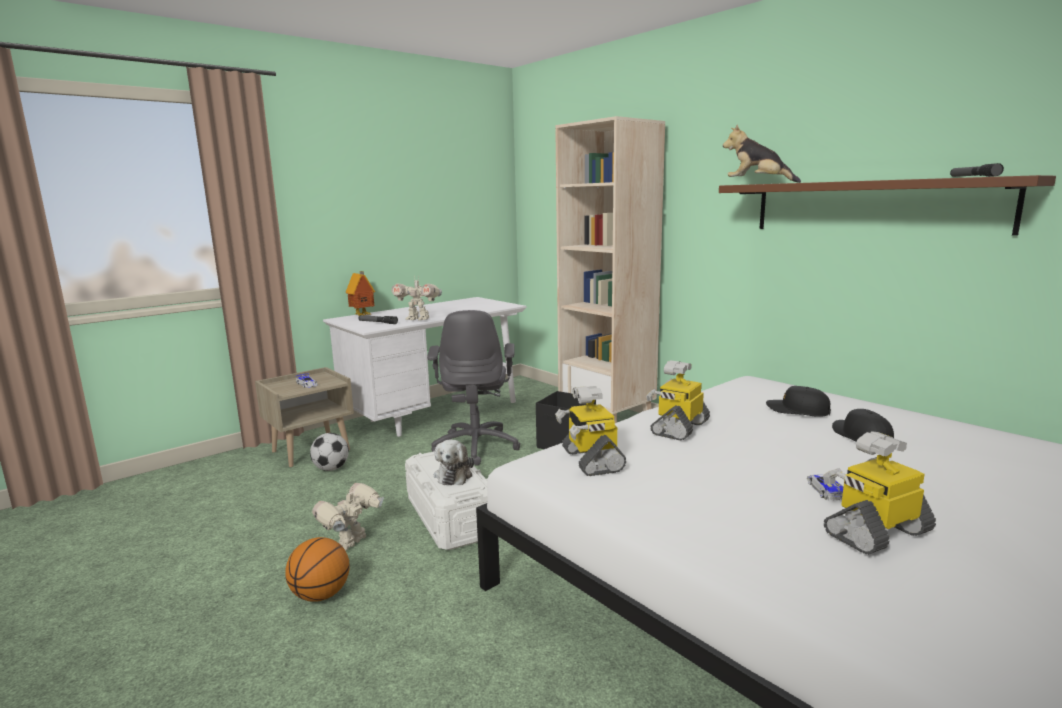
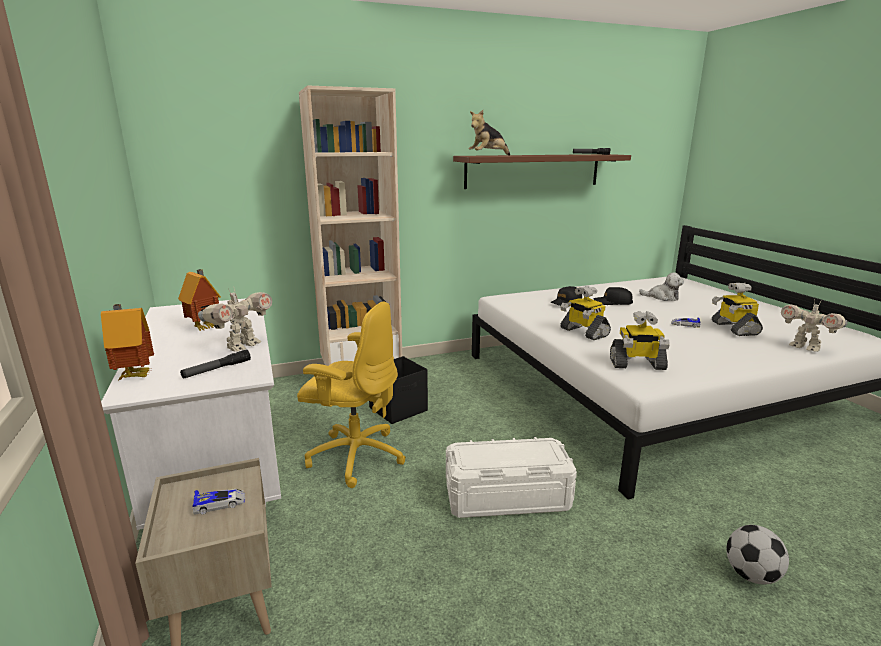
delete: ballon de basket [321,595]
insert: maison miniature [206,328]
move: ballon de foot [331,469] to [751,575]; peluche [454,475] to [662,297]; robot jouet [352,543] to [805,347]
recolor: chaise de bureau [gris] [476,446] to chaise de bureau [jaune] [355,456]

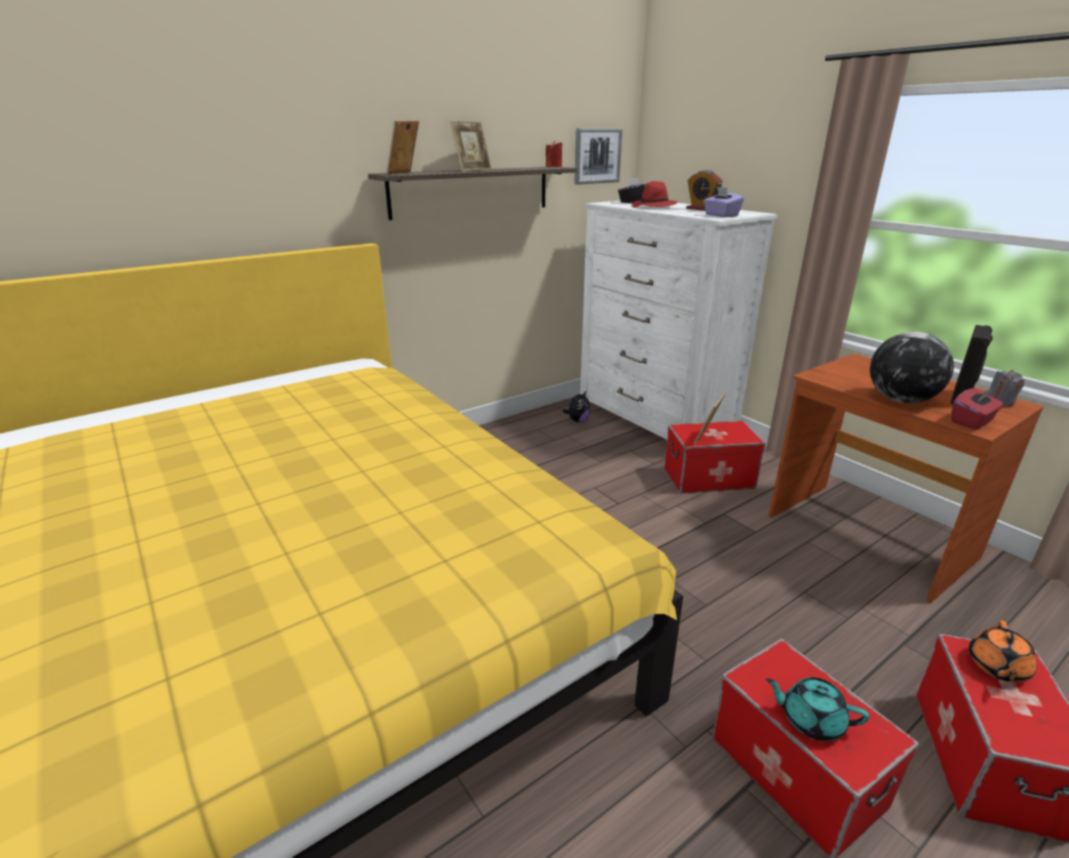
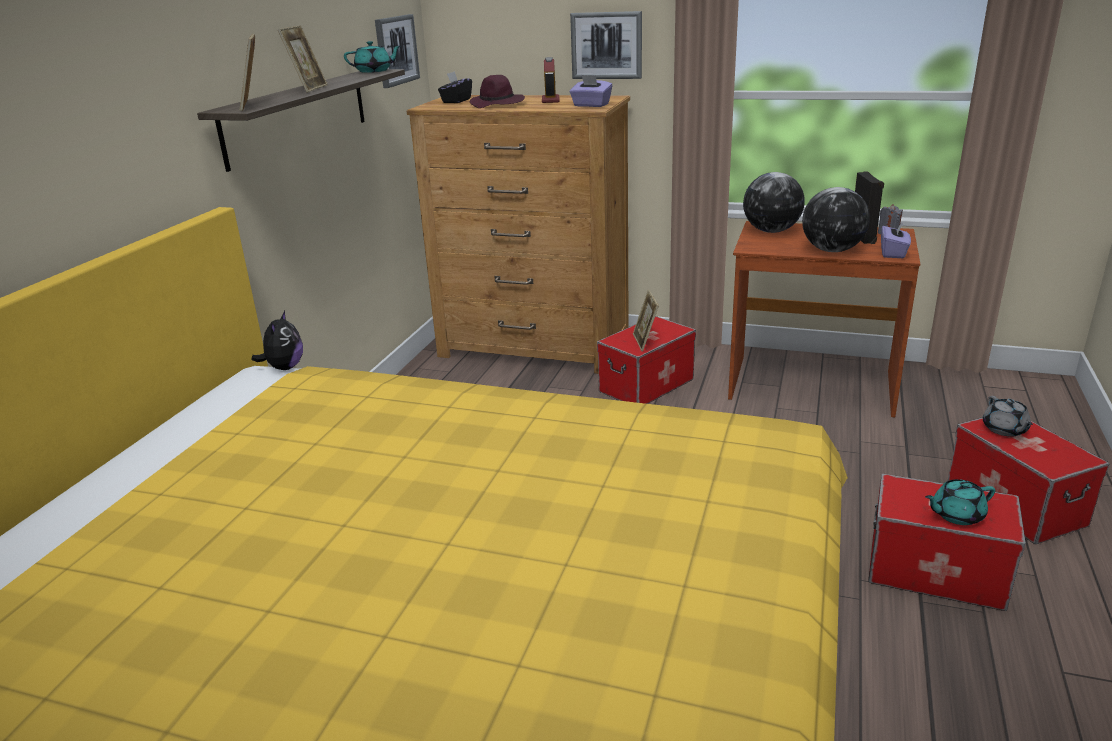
insert: tableau [606,45]; globe [771,231]
move: peluche [577,420] to [284,367]
replace: bougie [rouge] [553,167] to théière [turquoise] [374,71]
recolor: chapeau [rouge] [654,207] to chapeau [violet] [498,104]; commode [blanc] [654,420] to commode [marron] [534,347]; boîte à mouchoirs [rouge] [972,421] to boîte à mouchoirs [violet] [893,253]; théière [orange] [997,667] to théière [gris] [1005,430]
rotate: réveil [701,209] = [550,100] 75 degrees clockwise

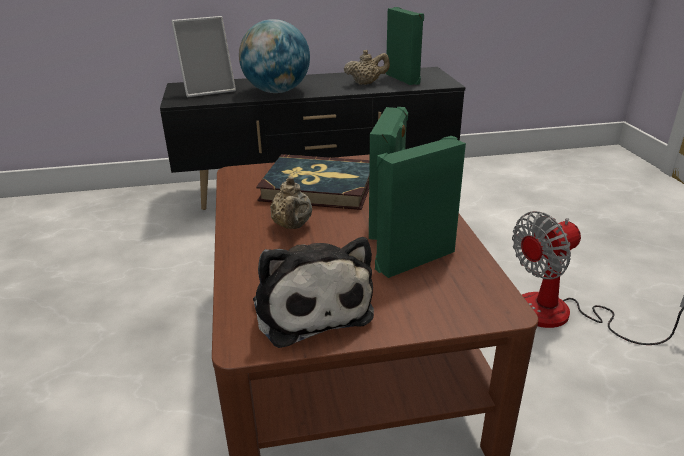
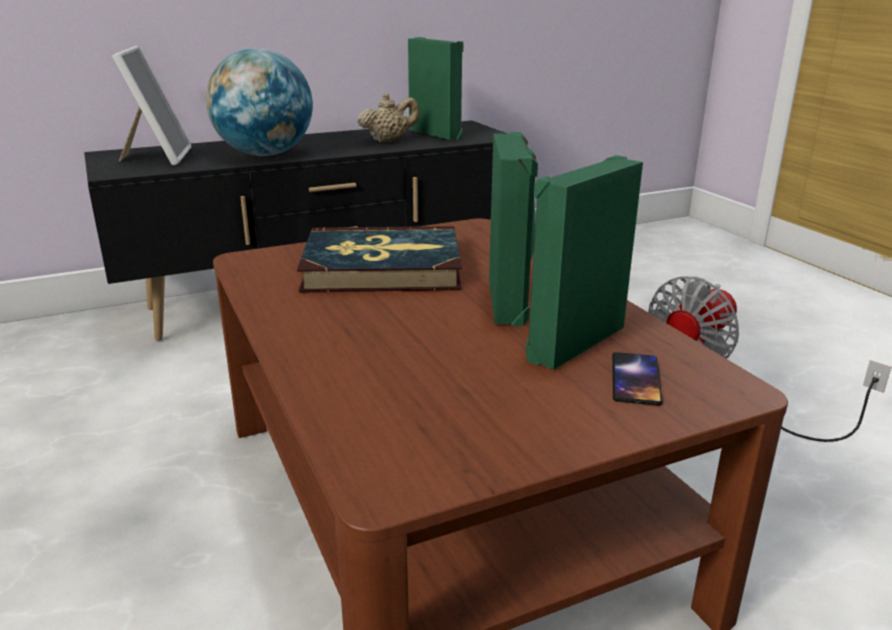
delete: théière [beige] [292,226]; peluche [310,306]
insert: téléphone [636,379]
rotate: cadre photo [208,90] = [157,157] 60 degrees counterclockwise

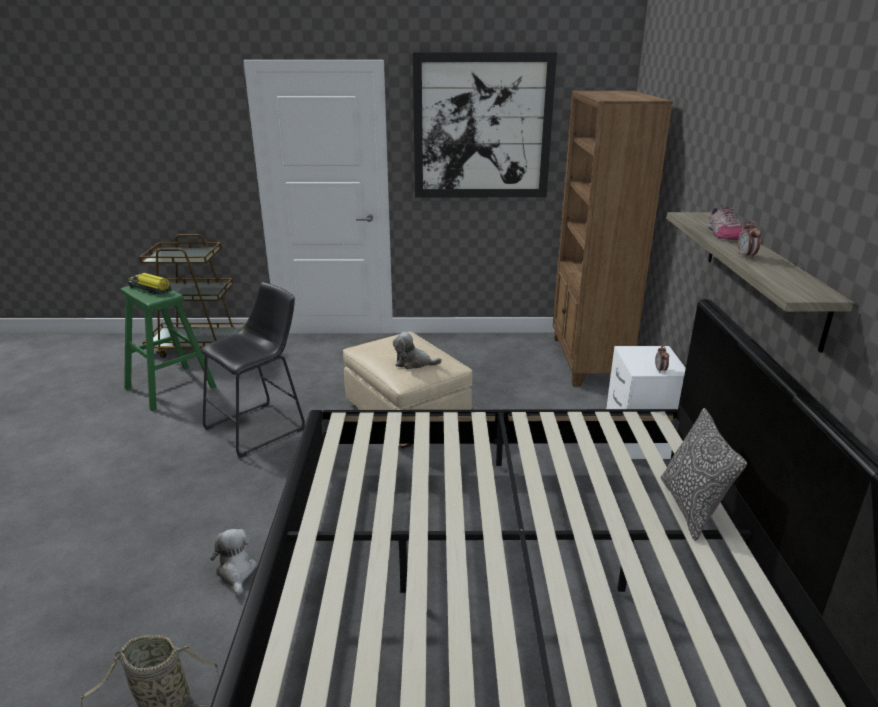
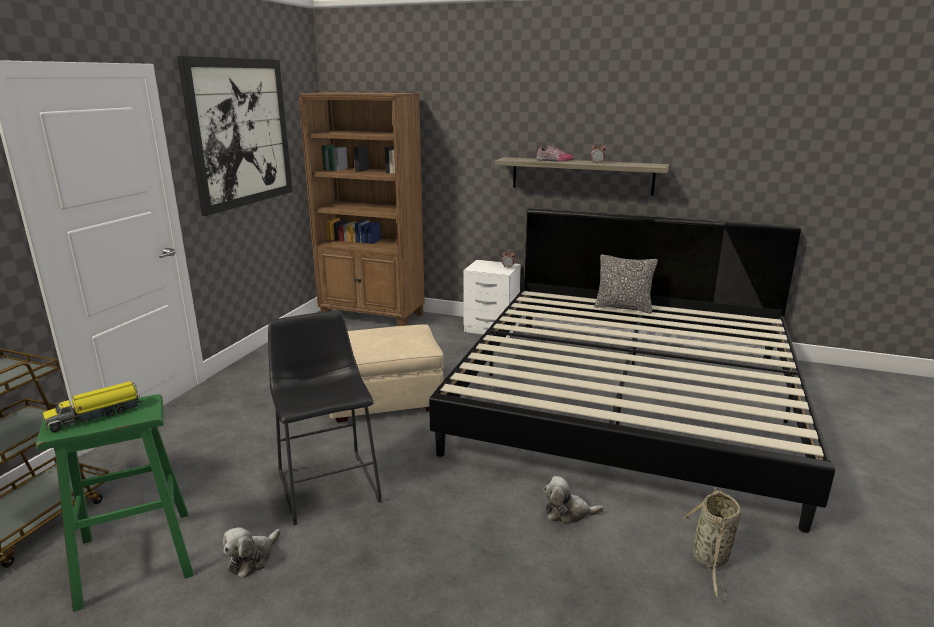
move: peluche [413,363] to [252,558]

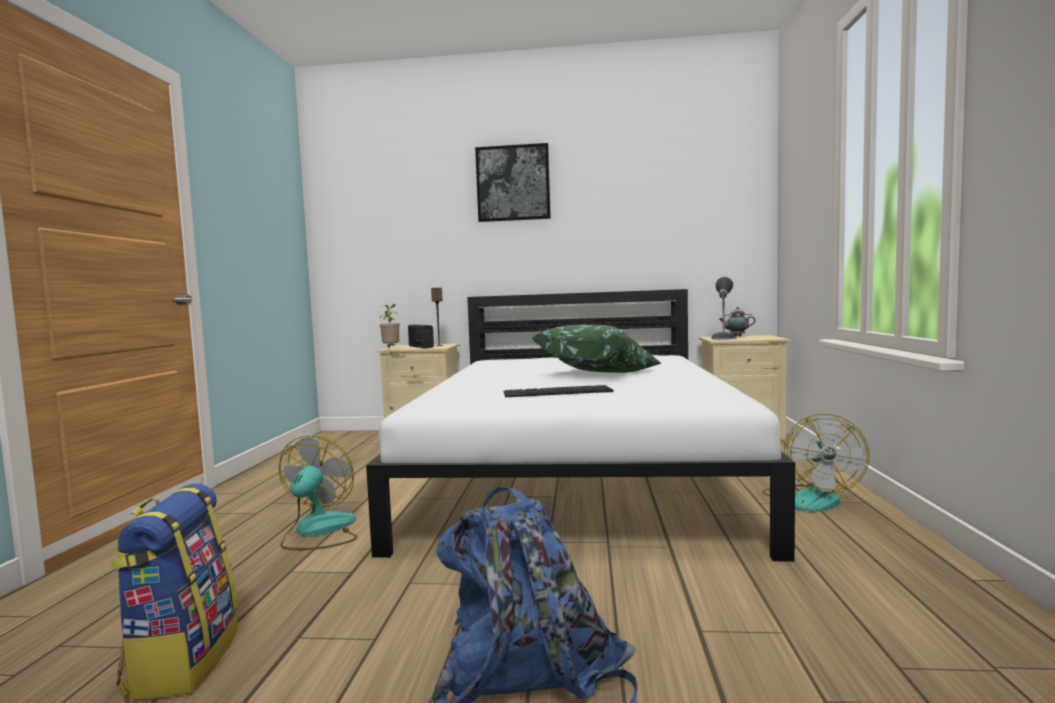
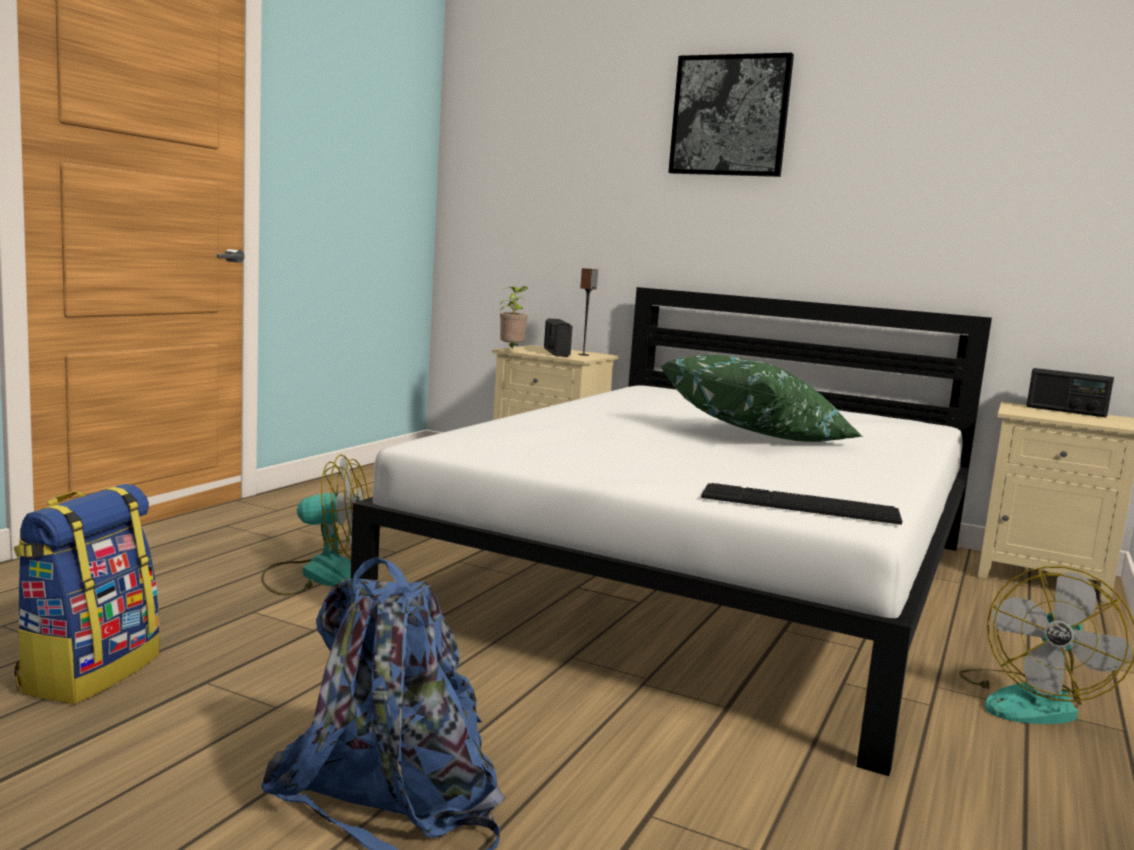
delete: lampe de table [723,338]
move: clavier [557,392] to [799,504]
replace: théière [736,336] to radio [1066,411]
rotate: ventilateur [318,532] = [317,575] 60 degrees clockwise

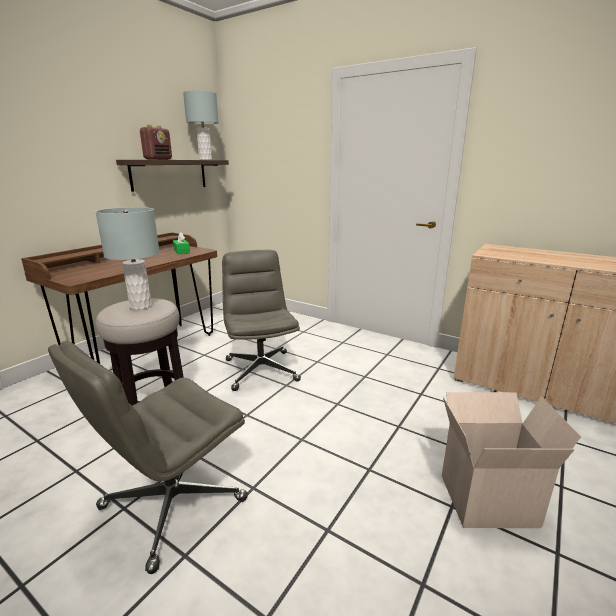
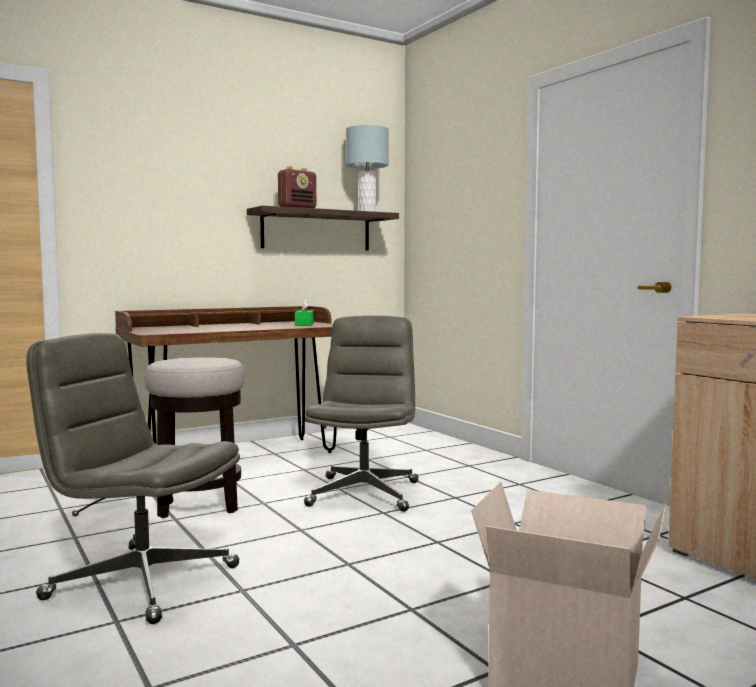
delete: lampe de table [gris] [140,306]
rotate: chaise de bureau [gris] [172,505] = [141,582] 45 degrees clockwise

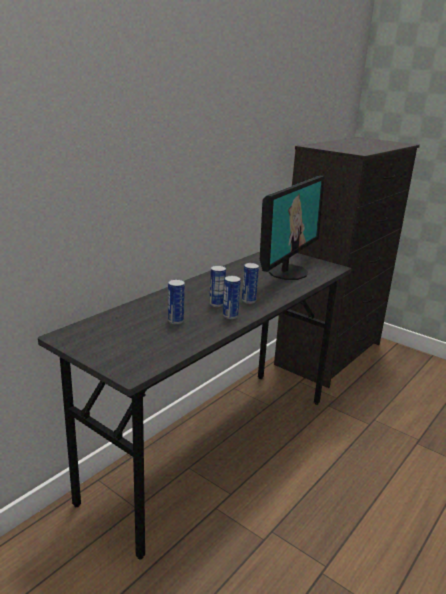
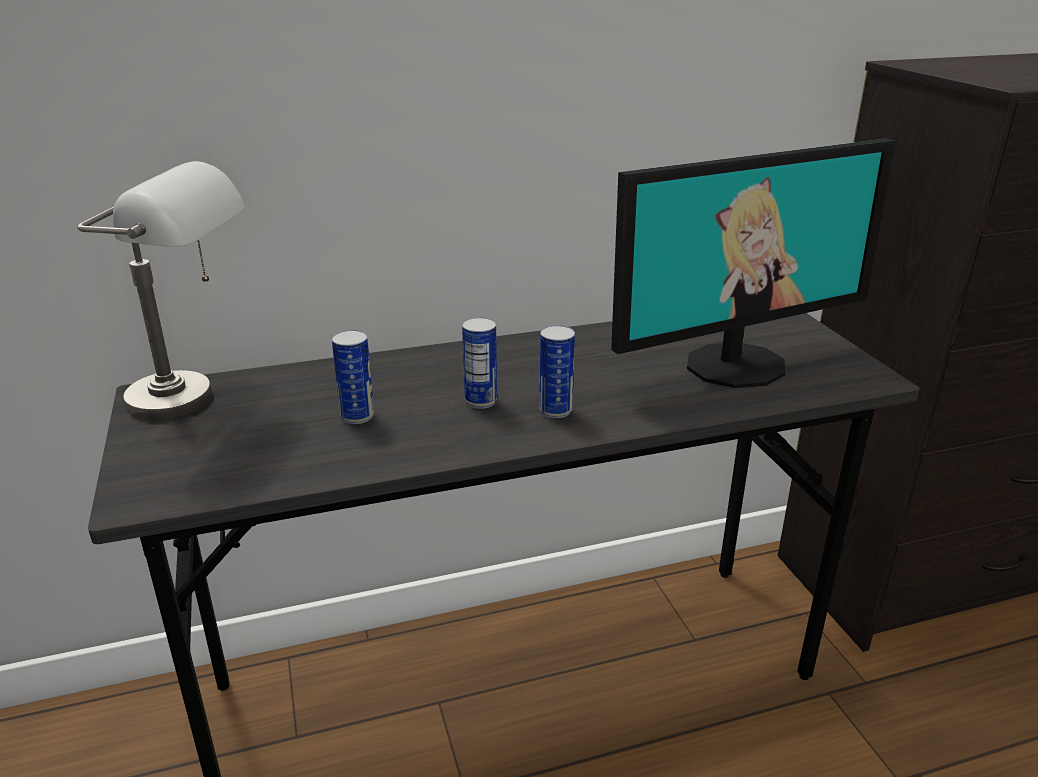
delete: boîte métallique [230,316]
insert: lampe de table [gris] [198,400]

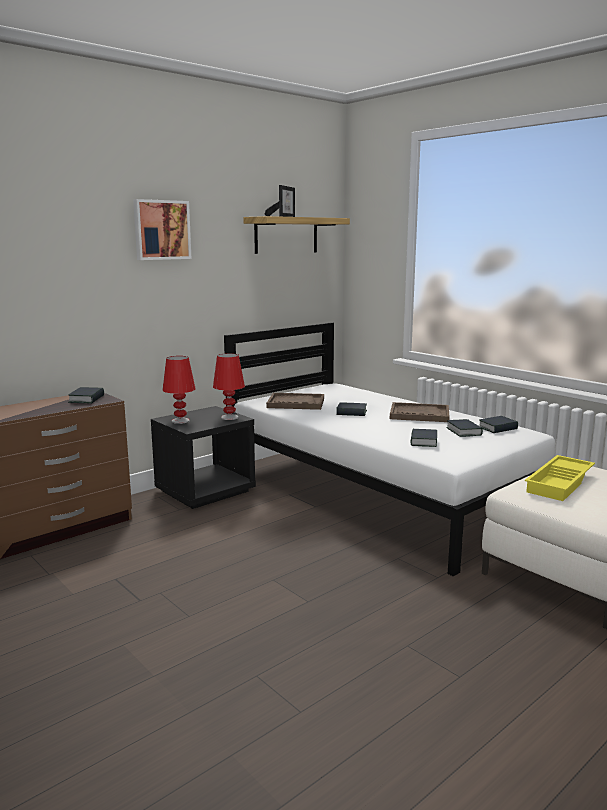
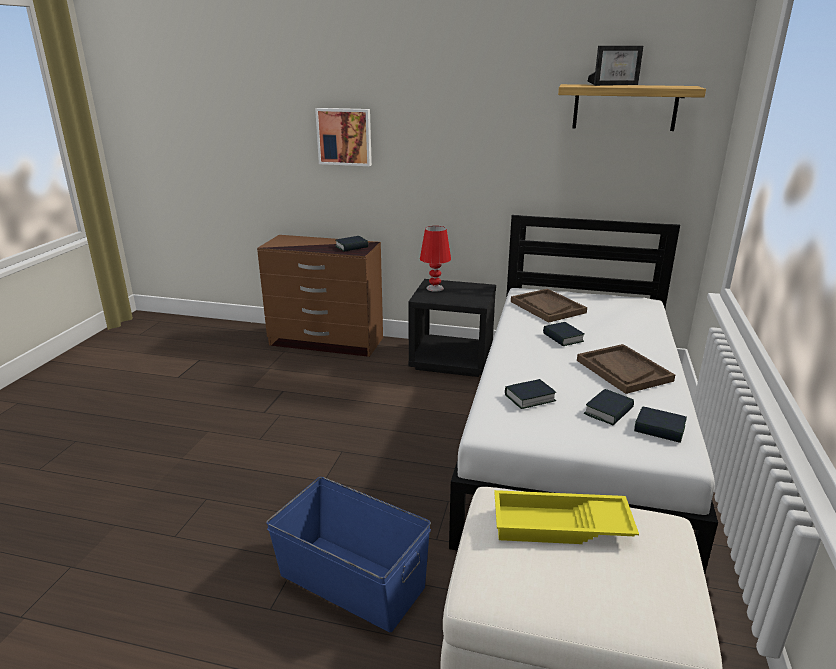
delete: lampe de table [rouge] [229,417]
insert: boîte de rangement [bleu] [352,581]
move: tableau [161,230] to [344,136]

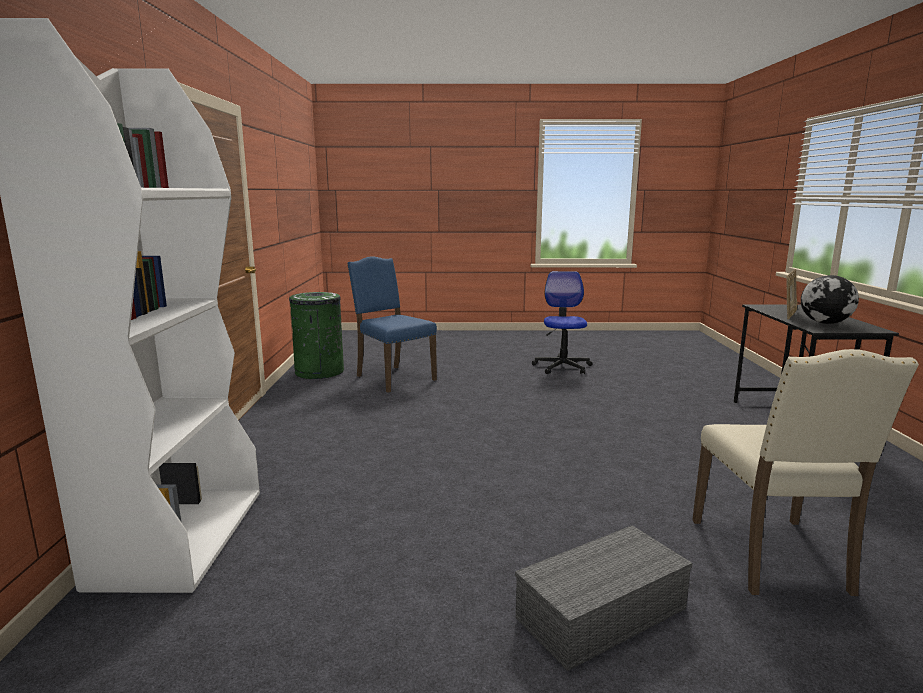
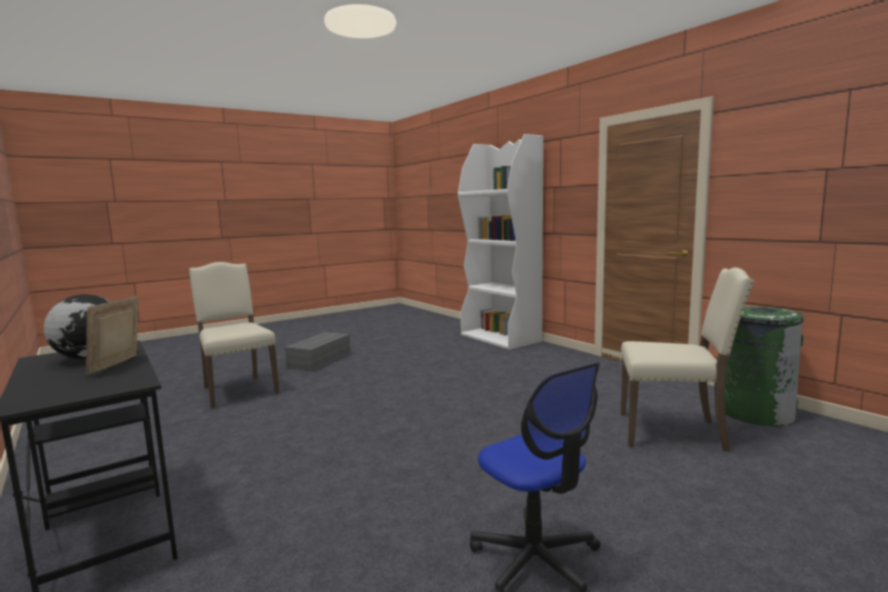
recolor: chaise [bleu] [393,378] to chaise [beige] [674,432]

